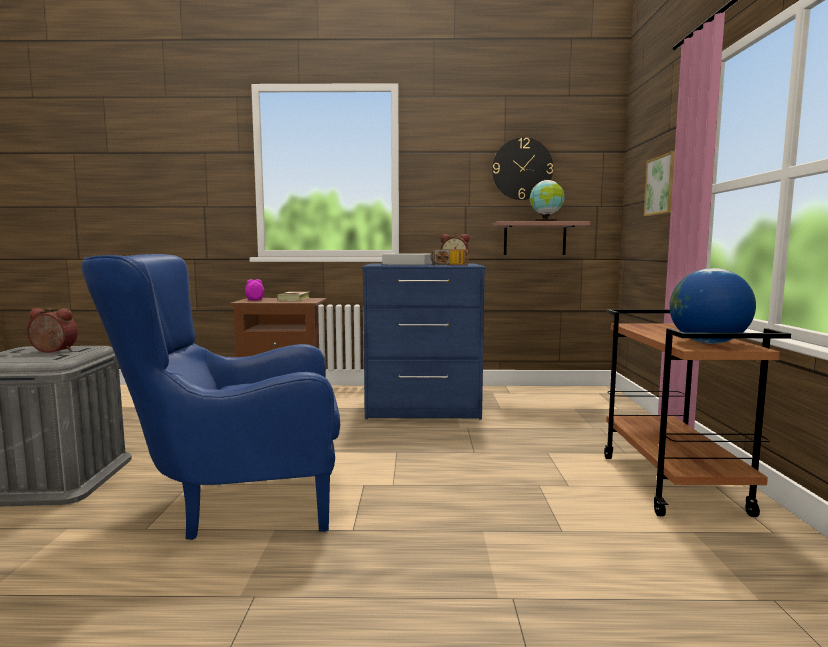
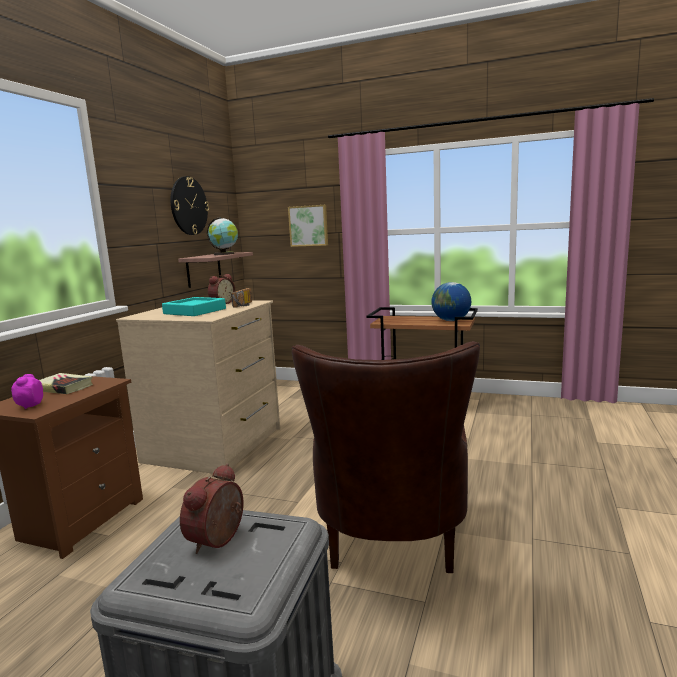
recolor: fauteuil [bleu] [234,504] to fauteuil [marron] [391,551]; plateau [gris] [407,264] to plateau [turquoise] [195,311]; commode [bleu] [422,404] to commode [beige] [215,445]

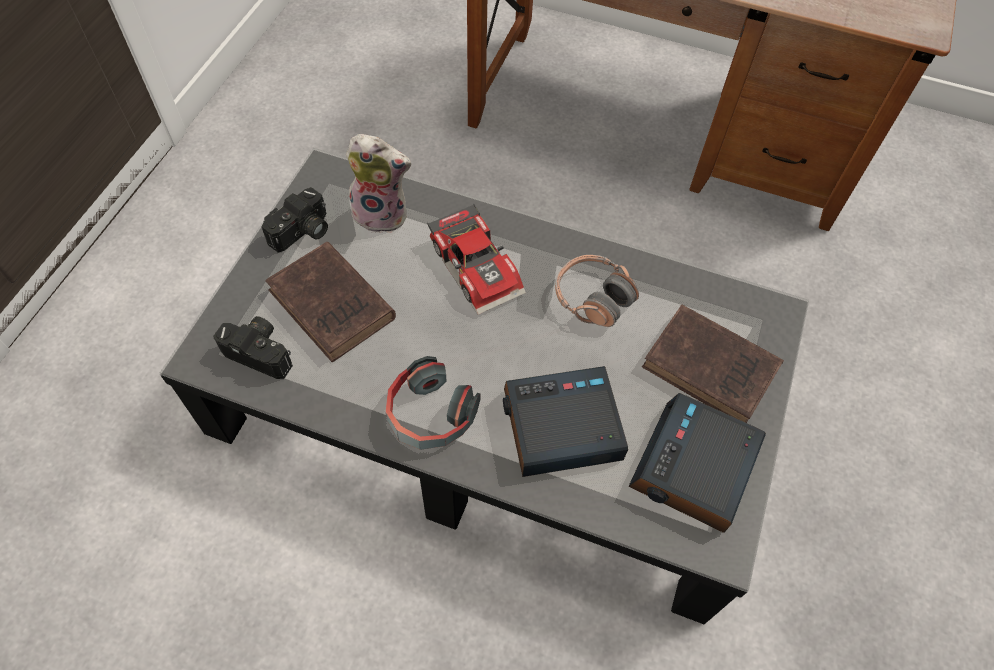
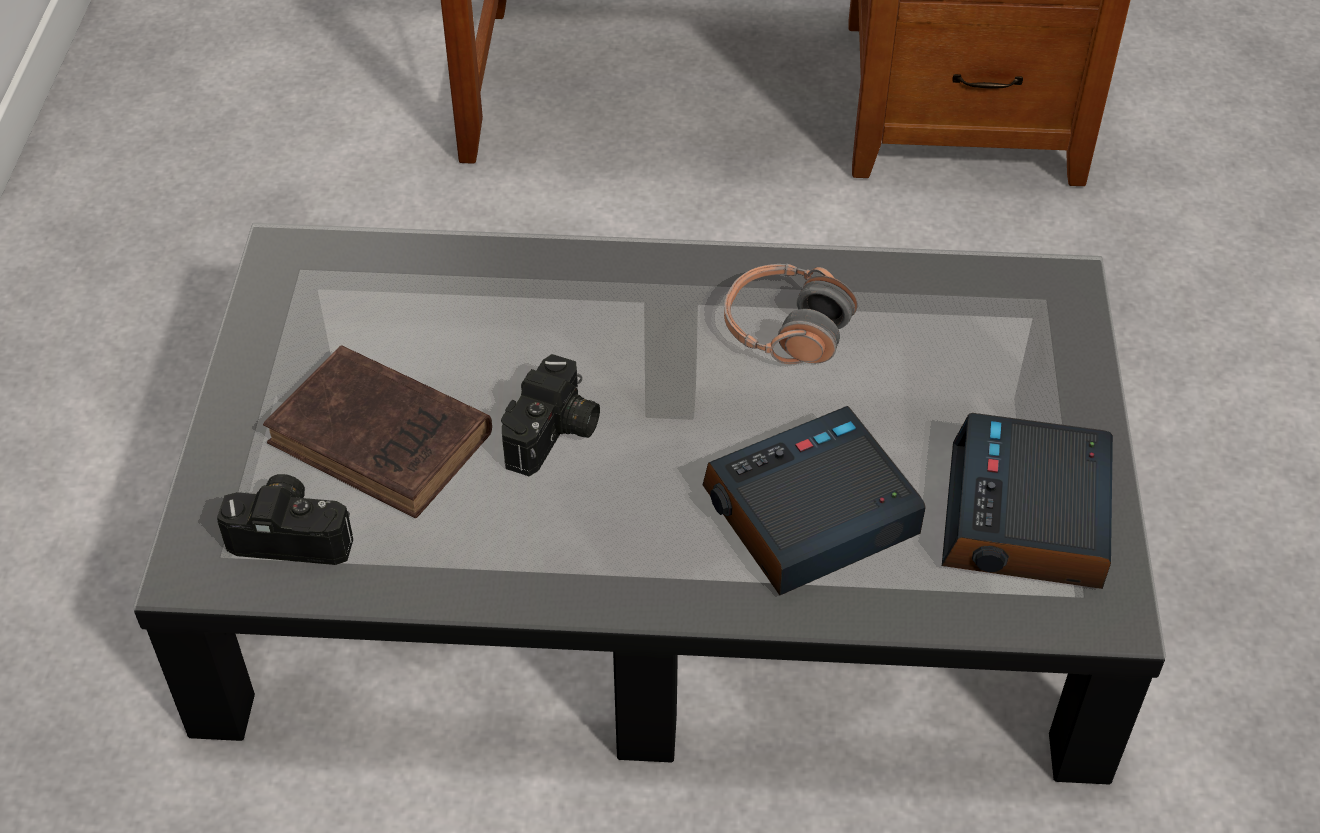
delete: peluche [383,214]; petite voiture [478,266]; livre [marron] [713,369]; casque audio [429,415]
move: appareil photo [302,233] to [554,435]

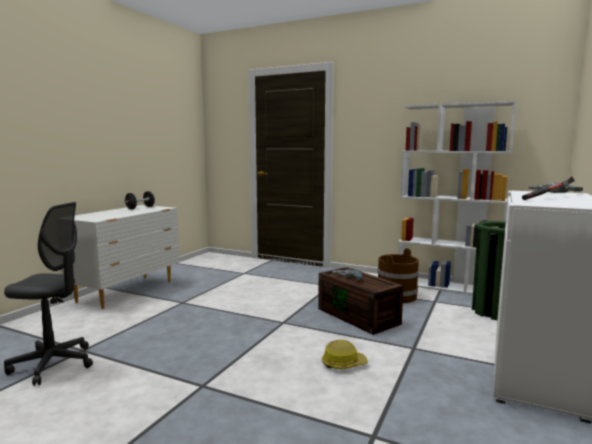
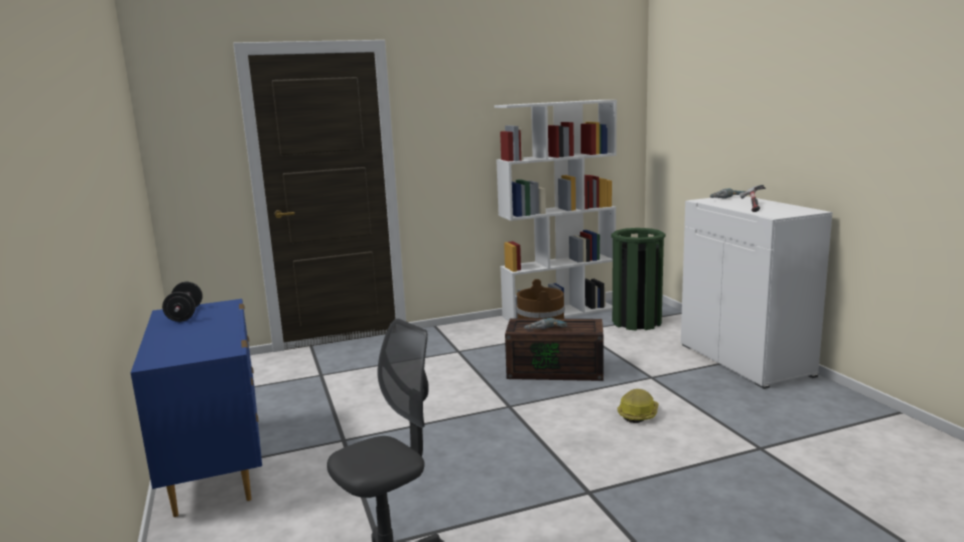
recolor: commode [blanc] [128,291] to commode [bleu] [216,465]

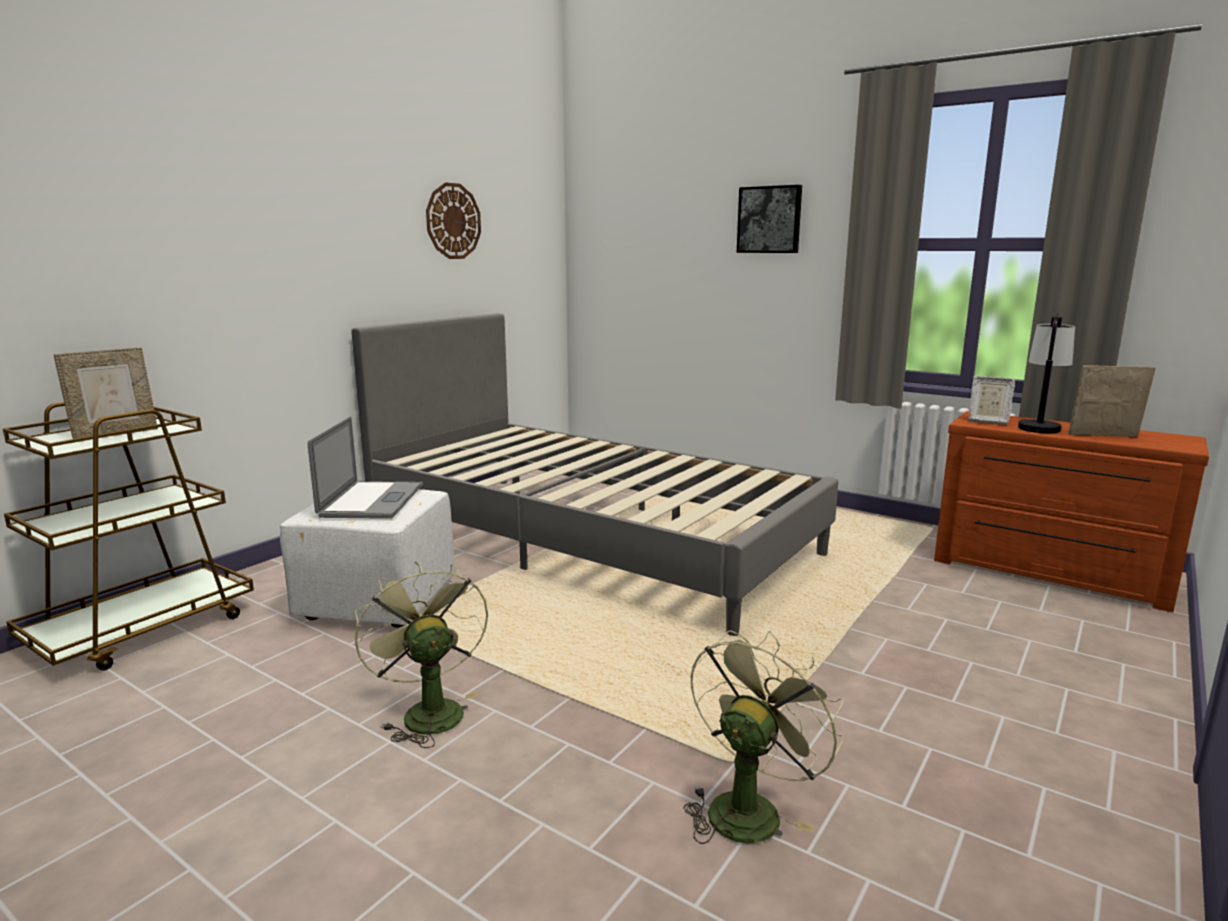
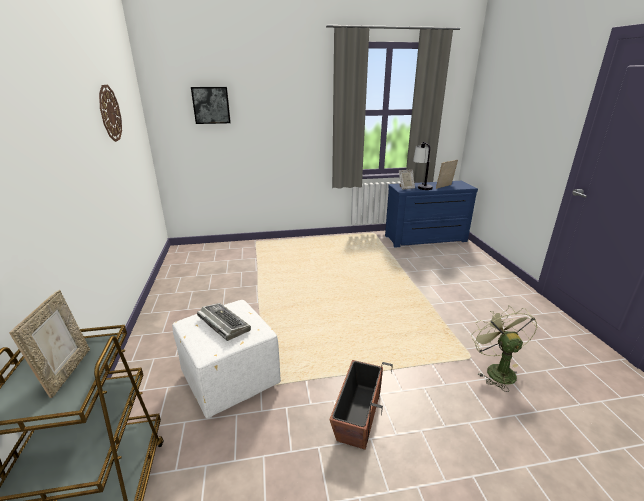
delete: lit [gris] [589,539]
move: tableau [770,220] to [211,105]
replace: ordinateur portable [372,500] to clavier [223,324]; ventilateur [vert] [427,711] to cache-pot [358,414]
recolor: commode [marron] [1049,573] to commode [bleu] [426,239]

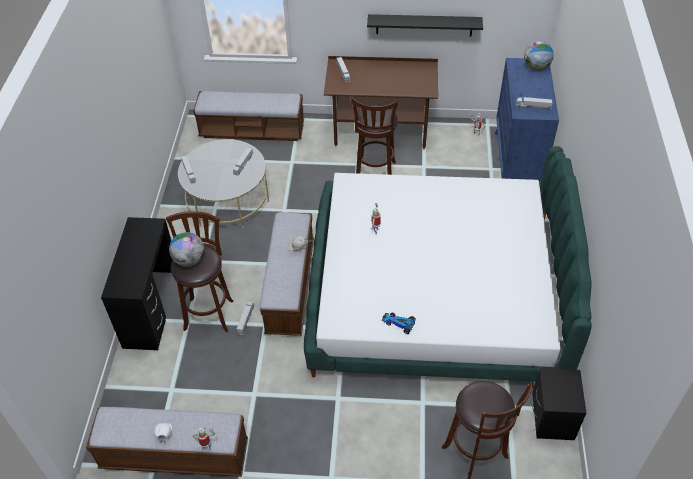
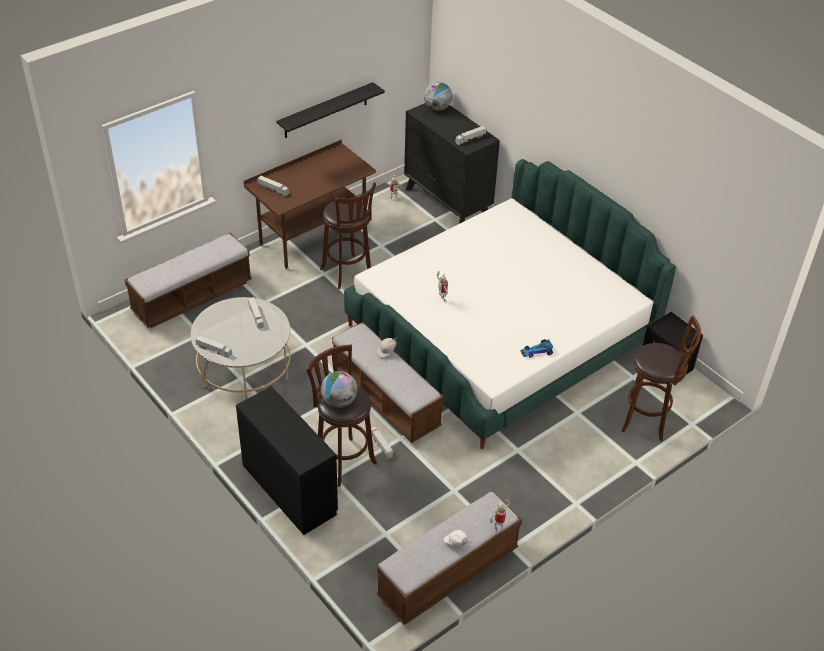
recolor: commode [bleu] [517,161] to commode [noir] [447,202]

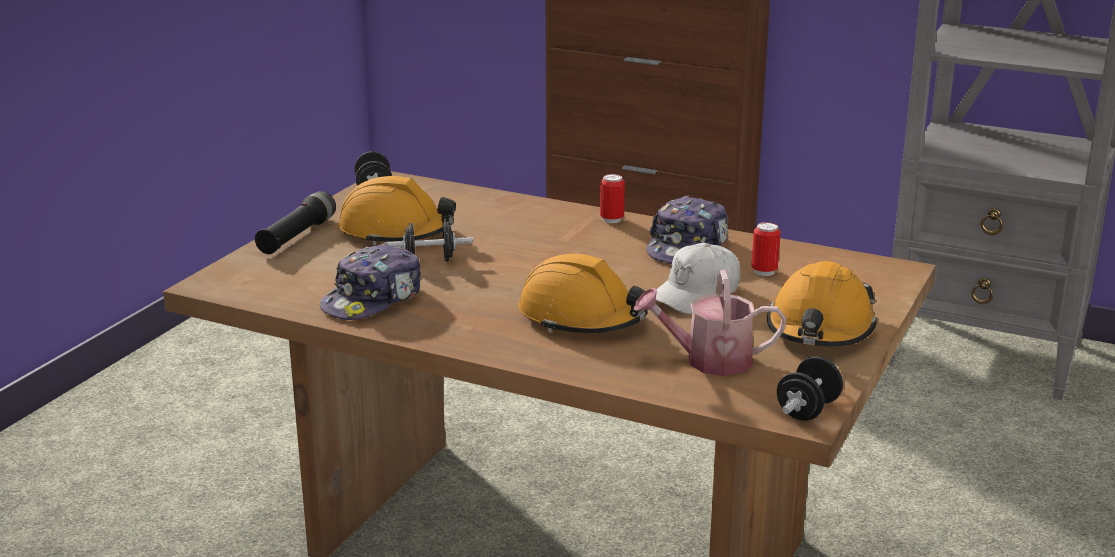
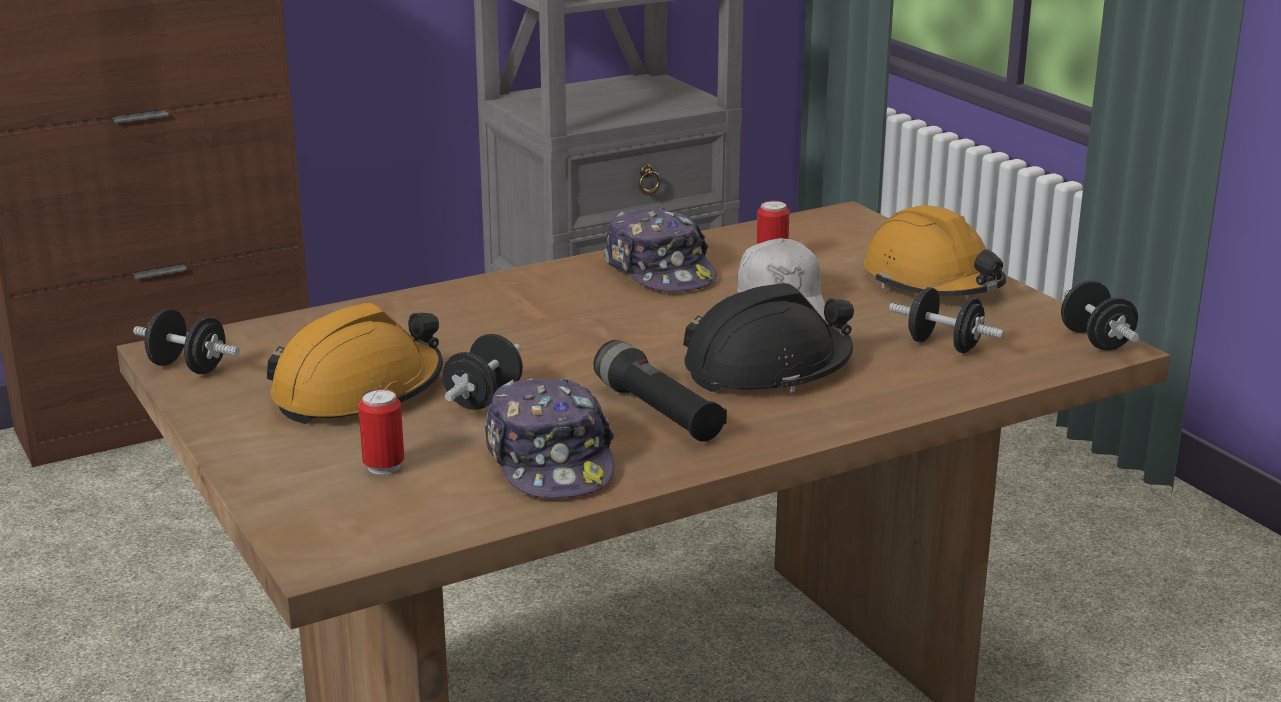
move: boîte métallique [612,219] to [384,466]; lampe de poche [noir] [297,236] to [657,412]
replace: arrosoir [708,360] to haltère [noir] [944,345]
recolor: casque de chantier [orange] [582,318] to casque de chantier [noir] [767,369]

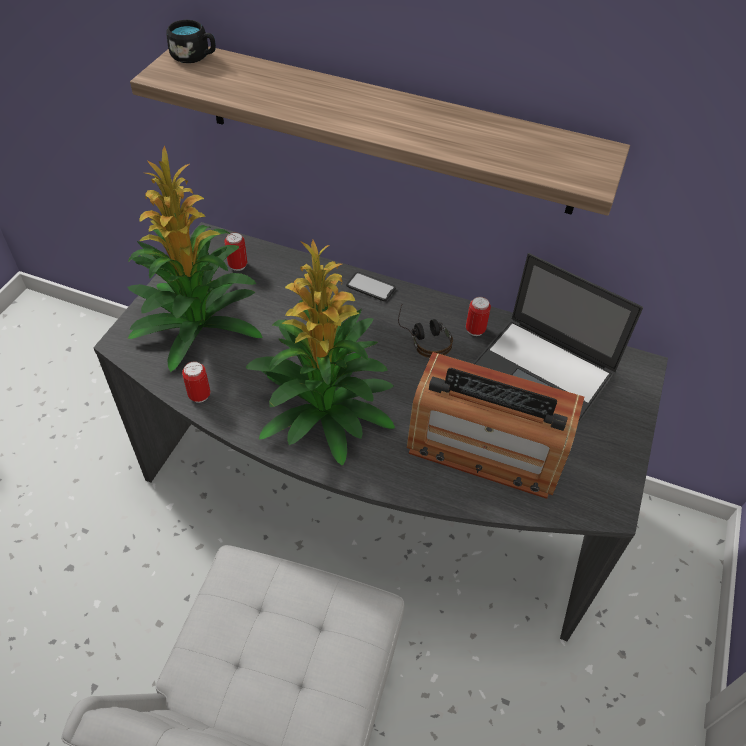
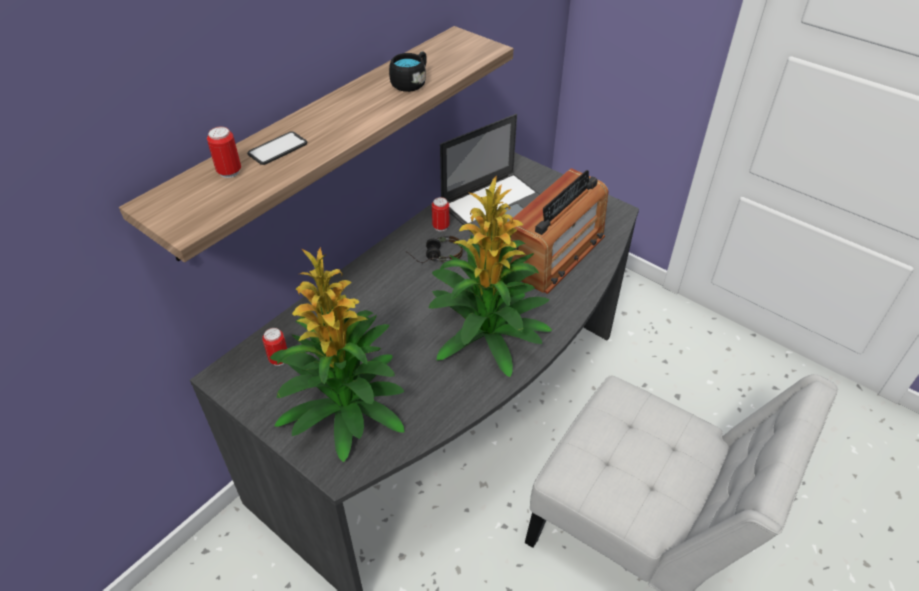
move: mug [noir] [194,57] to [411,82]; téléphone [370,287] to [278,149]; boîte métallique [199,395] to [229,172]

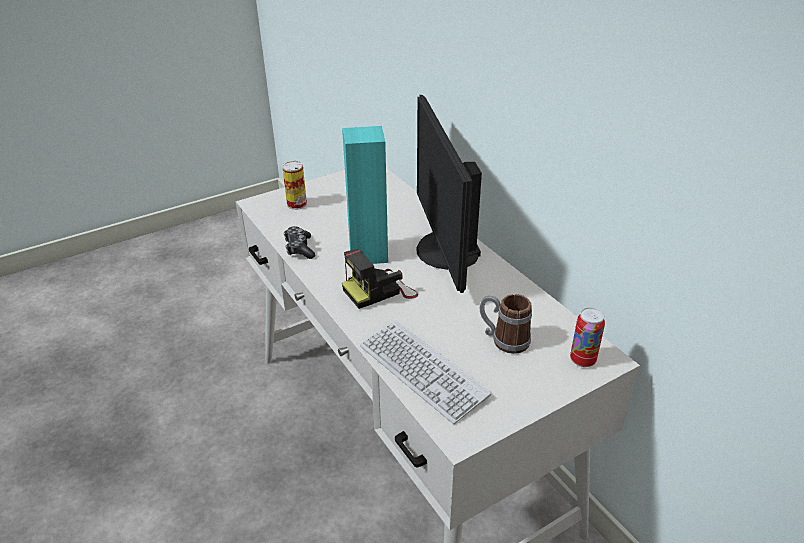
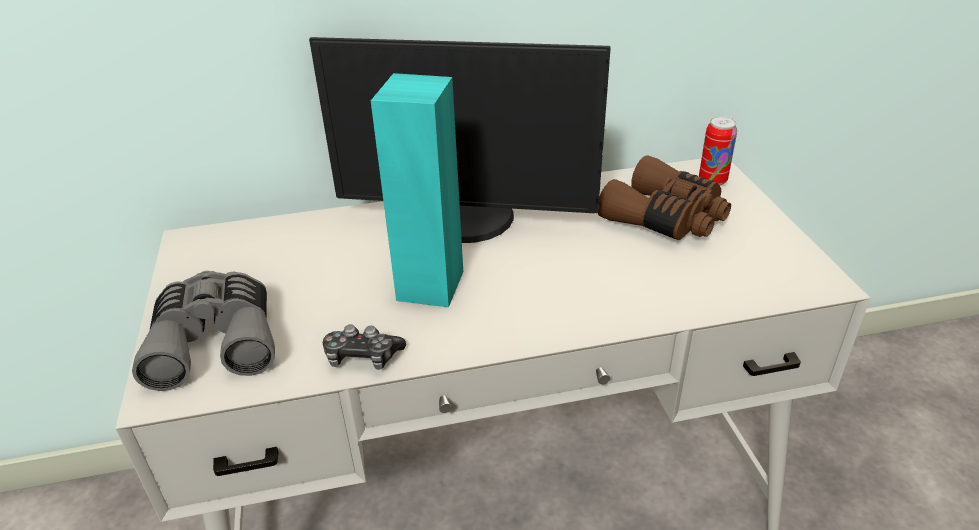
delete: appareil photo [380,291]; clavier [422,371]
replace: boîte métallique [297,204] to jumelles [gris] [215,340]; mug [503,339] to jumelles [marron] [666,218]

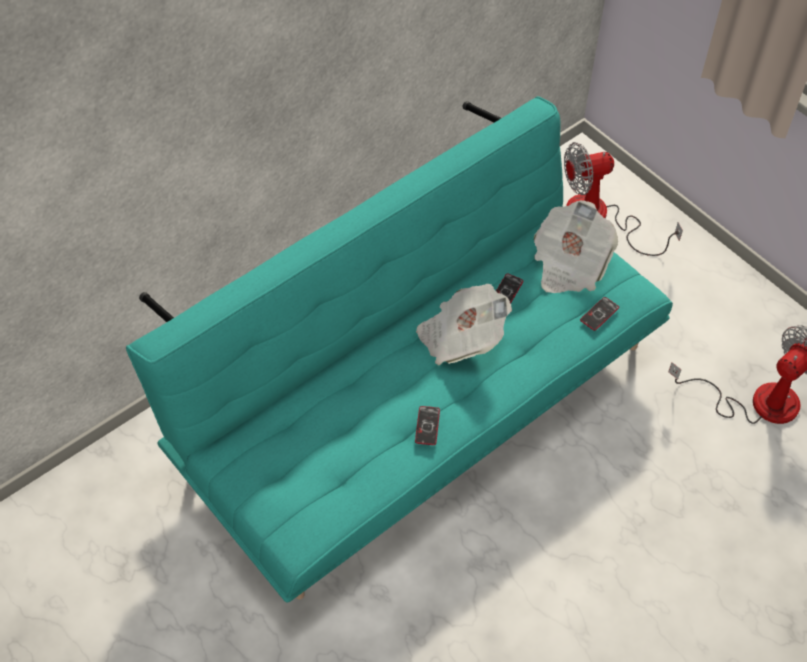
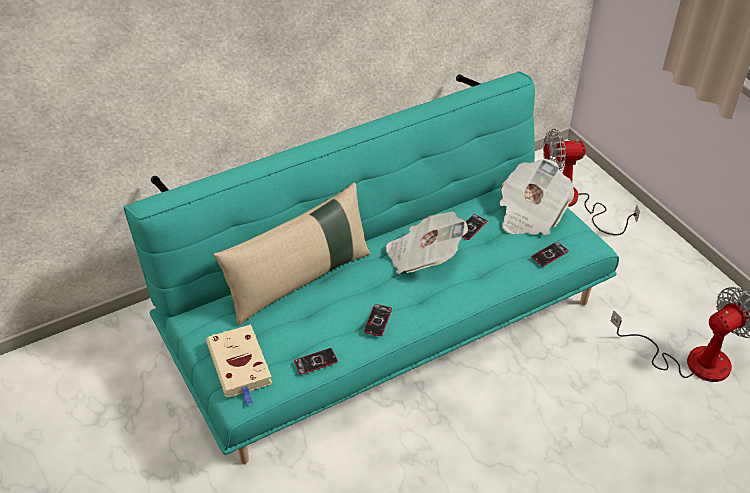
insert: coussin [beige] [299,280]; livre [beige] [240,366]; téléphone [315,362]

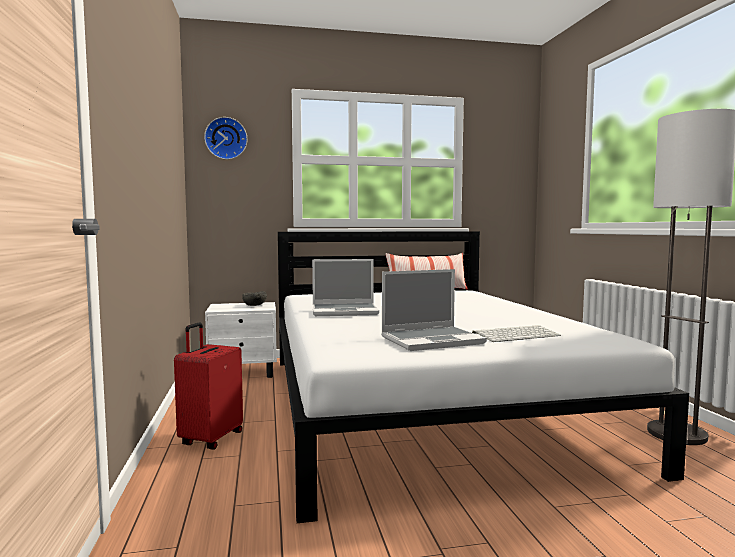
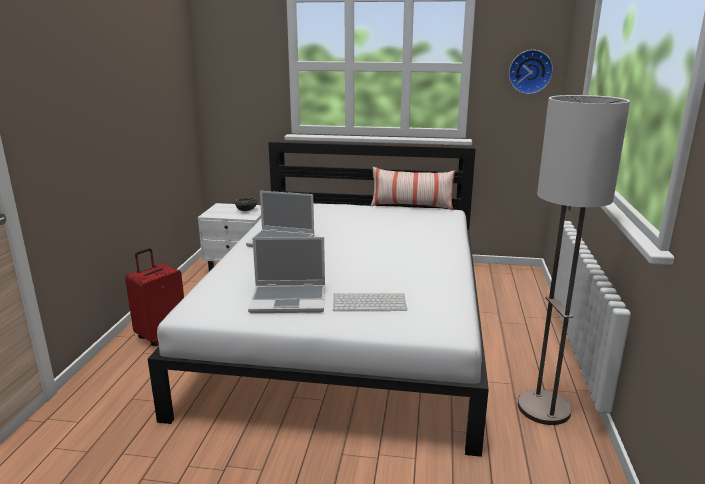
move: horloge murale [226,138] to [530,71]

